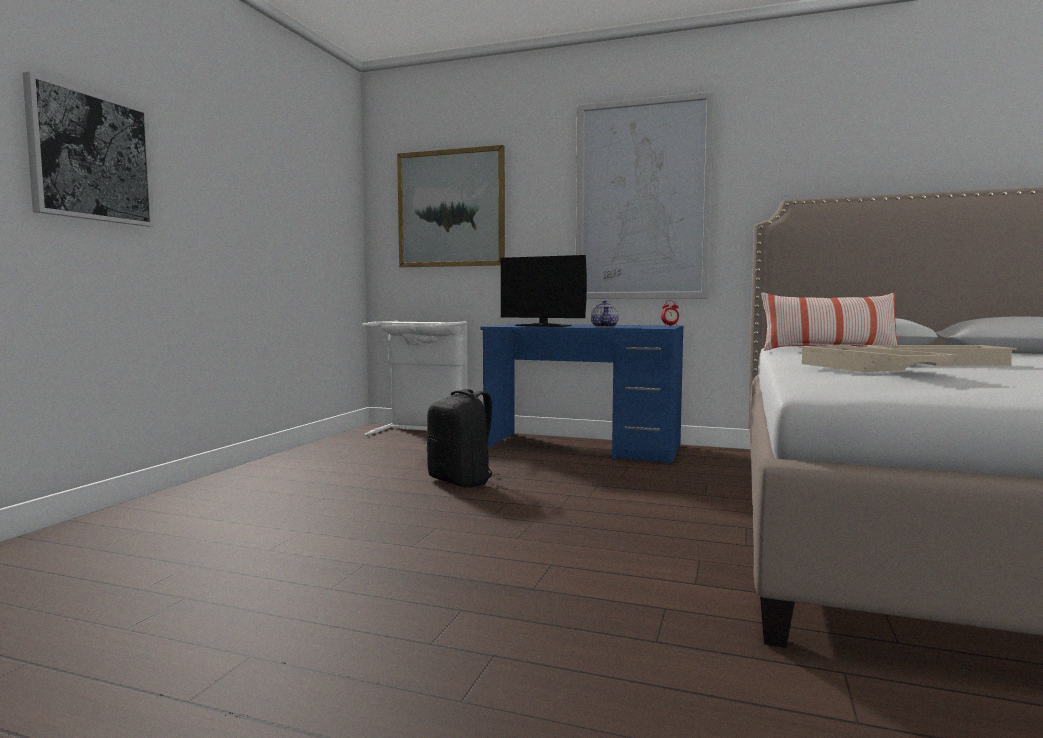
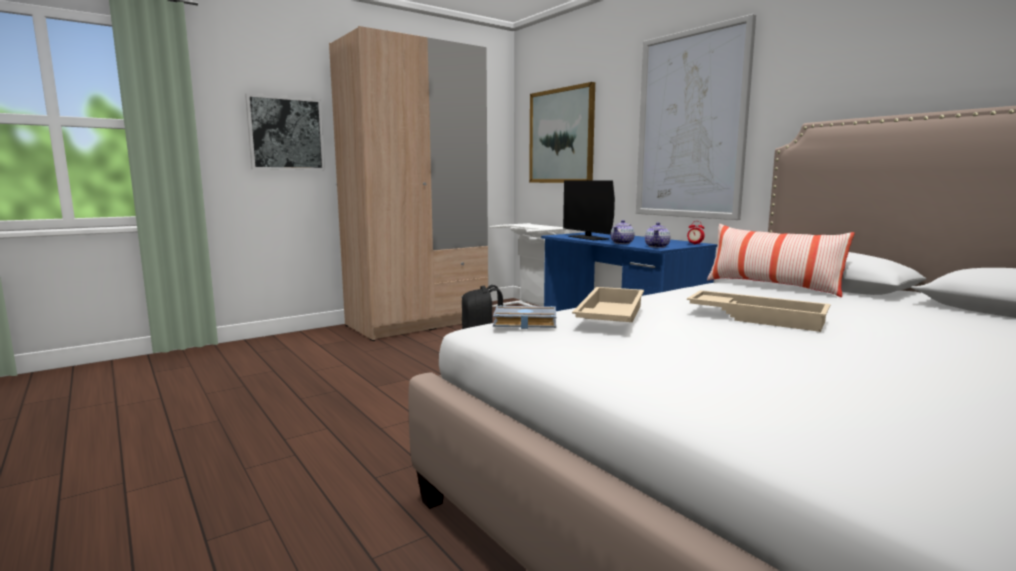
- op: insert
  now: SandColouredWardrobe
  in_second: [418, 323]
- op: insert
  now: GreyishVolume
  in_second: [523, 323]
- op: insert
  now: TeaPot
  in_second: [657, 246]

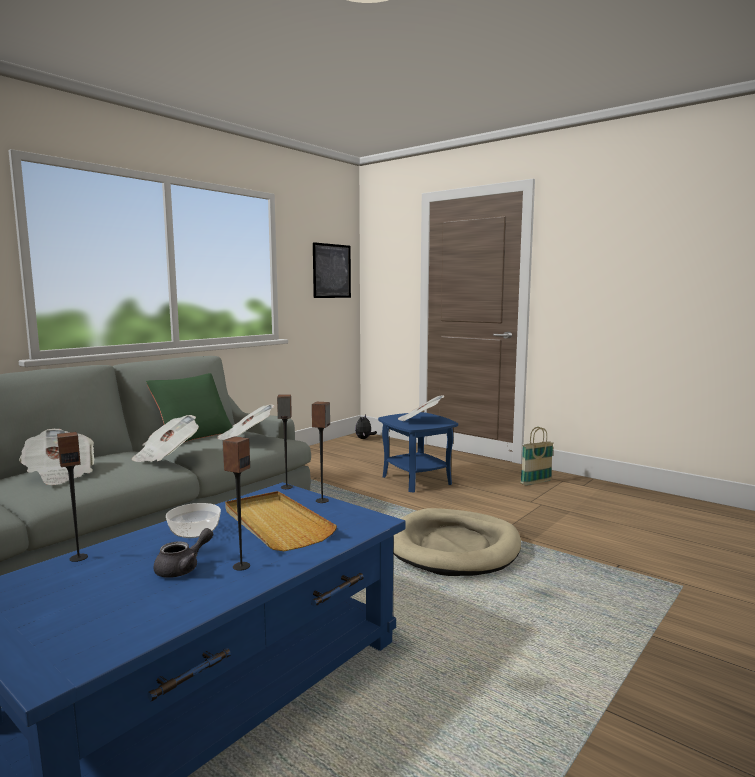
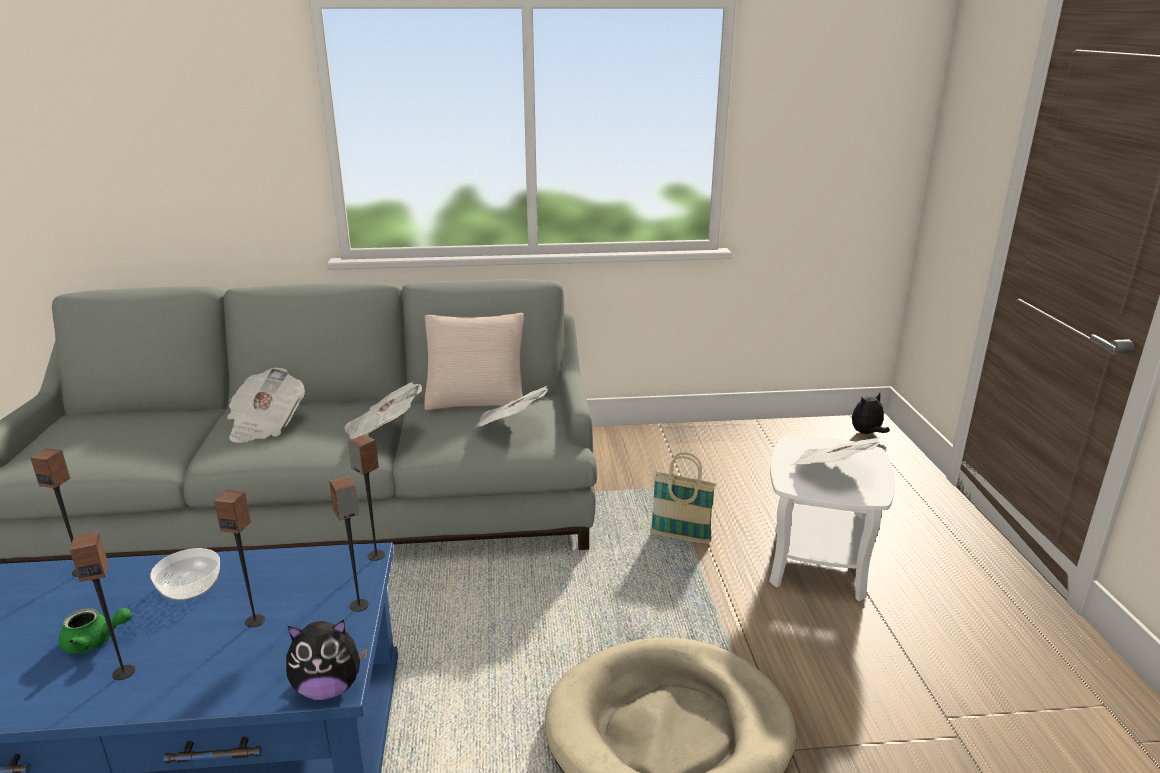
- op: delete
  was: Picture
  in_first: [332, 271]
- op: insert
  now: SoftToy
  in_second: [328, 688]
- op: move
  was: HouseholdBasket
  in_first: [536, 482]
  in_second: [680, 537]
- op: replace
  was: SandColouredServingTray
  now: AudioSpeaker
  in_first: [275, 524]
  in_second: [255, 620]
- op: recolor
  was: GreenishPillow
  now: SandColouredPillow
  in_first: [193, 435]
  in_second: [476, 397]
- op: recolor
  was: GreyishTeaPot
  now: GreenishTeaPot
  in_first: [183, 568]
  in_second: [95, 641]
- op: recolor
  was: BlueColouredSideTable
  now: WhiteSideTable
  in_first: [416, 480]
  in_second: [817, 562]

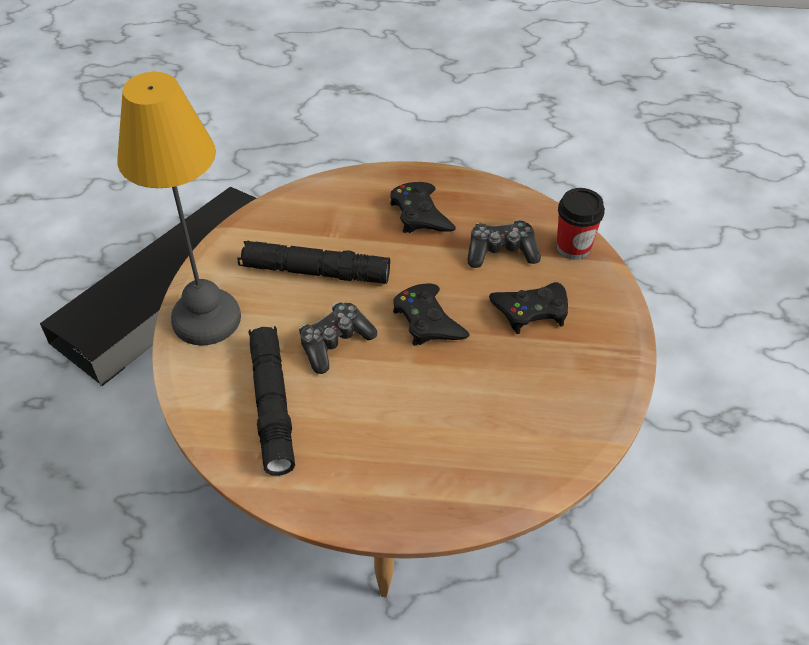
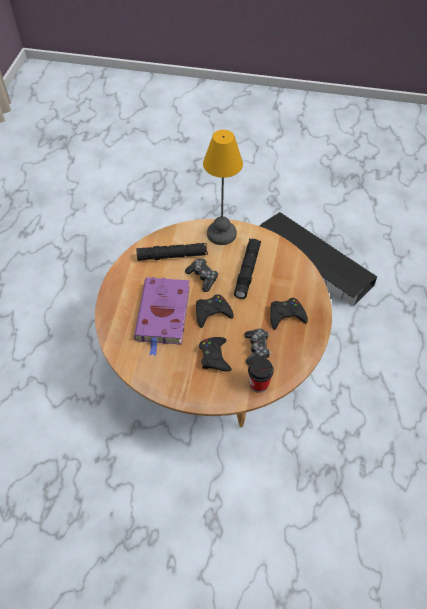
- op: insert
  now: PurpleColouredVolume
  in_second: [163, 315]

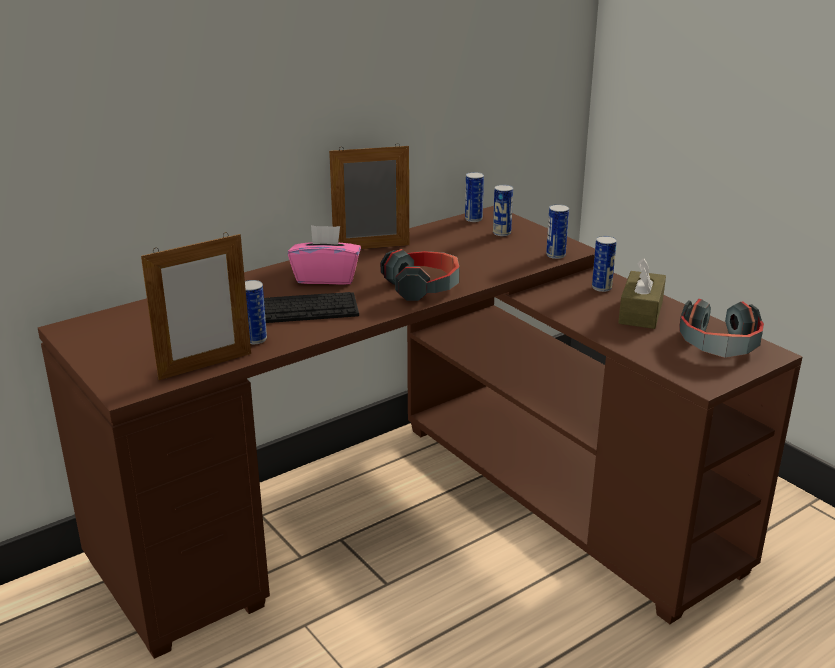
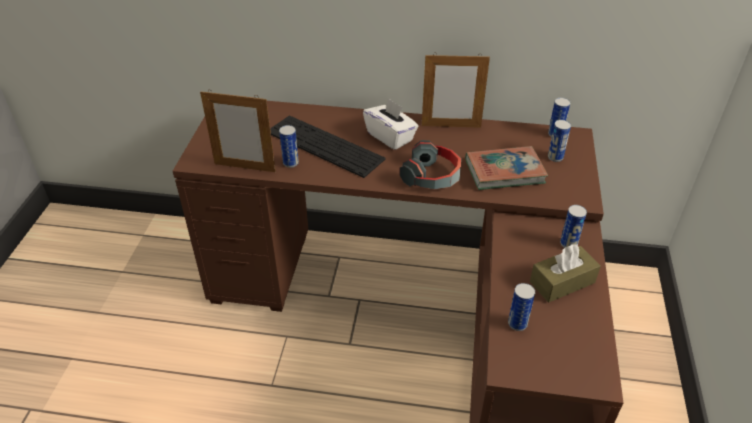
- op: delete
  was: Headset
  in_first: [719, 345]
- op: insert
  now: Volume
  in_second: [504, 172]
- op: move
  was: SealedCan
  in_first: [555, 255]
  in_second: [517, 324]
- op: recolor
  was: PinkColouredTissueBox
  now: WhiteTissueBox
  in_first: [326, 277]
  in_second: [390, 137]
- op: rotate
  was: StandingFrame
  in_first: [371, 248]
  in_second: [451, 126]
  clockwise: 150

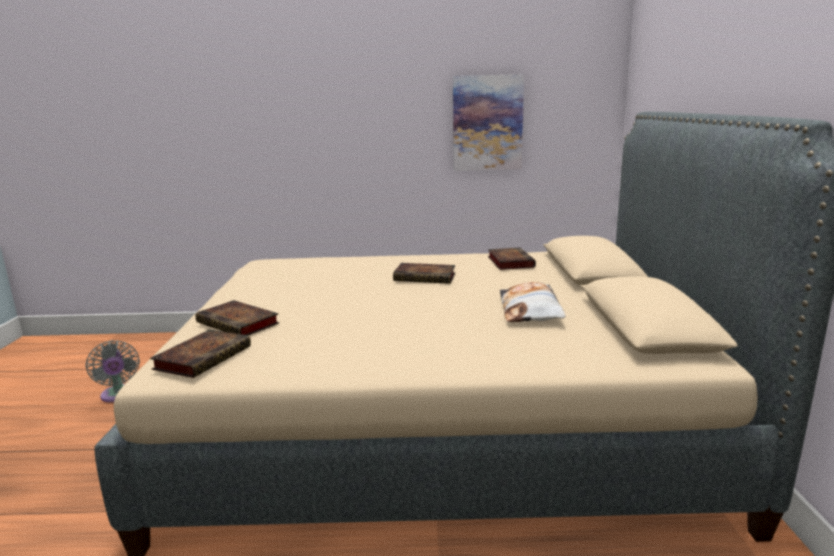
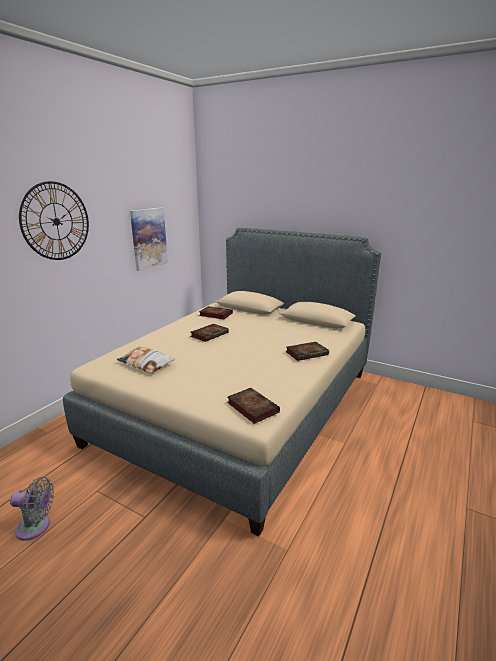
- op: insert
  now: ClockOnTheWall
  in_second: [56, 221]
- op: move
  was: Volume
  in_first: [240, 323]
  in_second: [307, 353]
- op: move
  was: Pillow
  in_first: [530, 310]
  in_second: [146, 363]

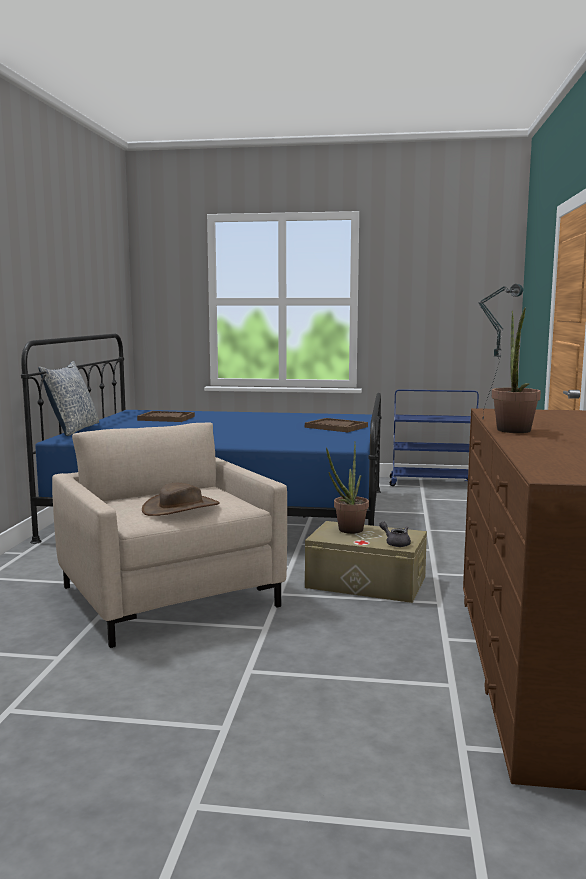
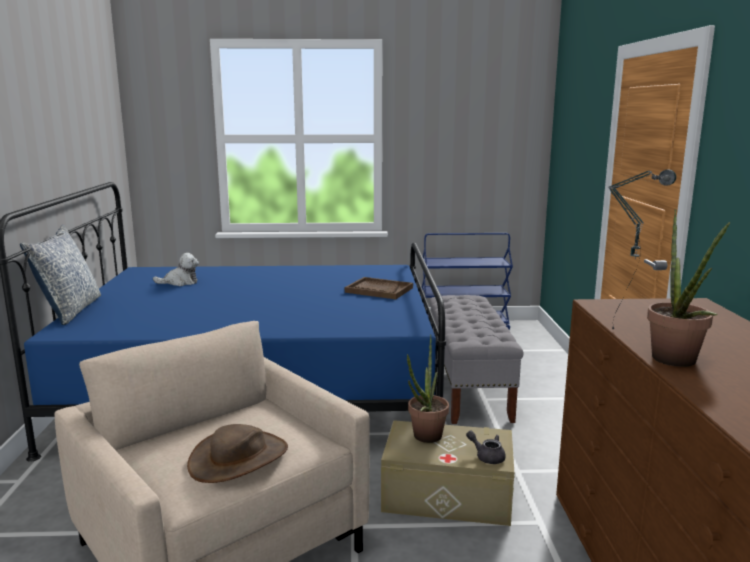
- op: insert
  now: GreyishLongSeat
  in_second: [467, 386]
- op: replace
  was: BrownishServingTray
  now: SoftToy
  in_first: [166, 418]
  in_second: [180, 282]

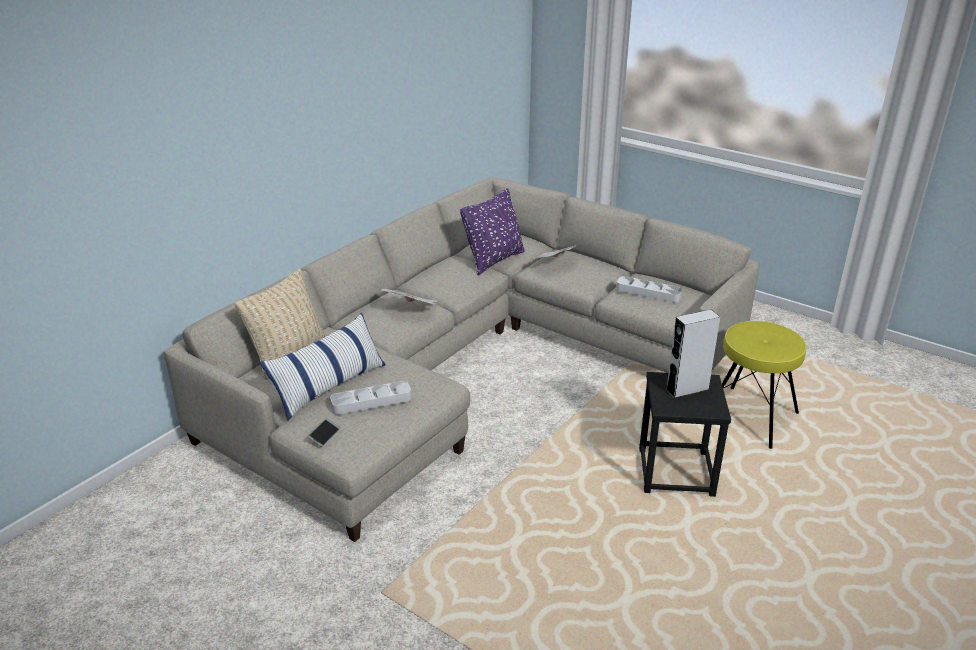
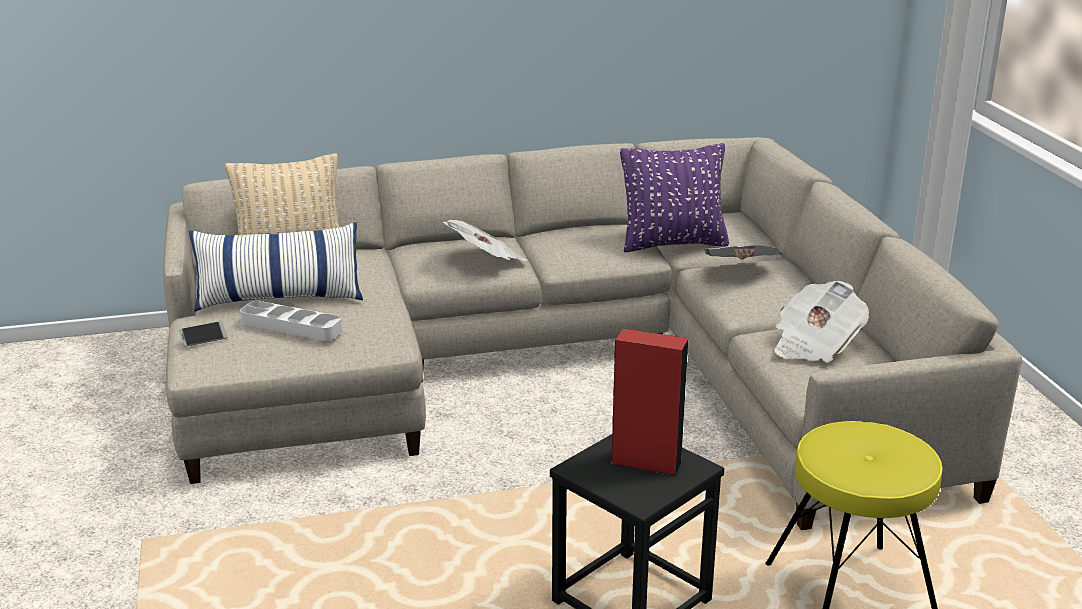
- op: replace
  was: GreyishServingTray
  now: PrintedPaper
  in_first: [648, 292]
  in_second: [814, 345]
- op: recolor
  was: GreyishAudioSpeaker
  now: ReddishAudioSpeaker
  in_first: [687, 389]
  in_second: [646, 463]

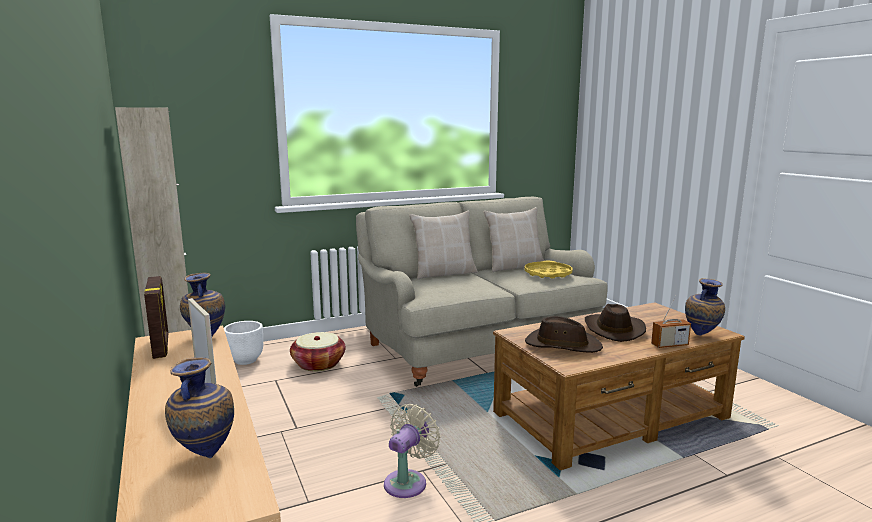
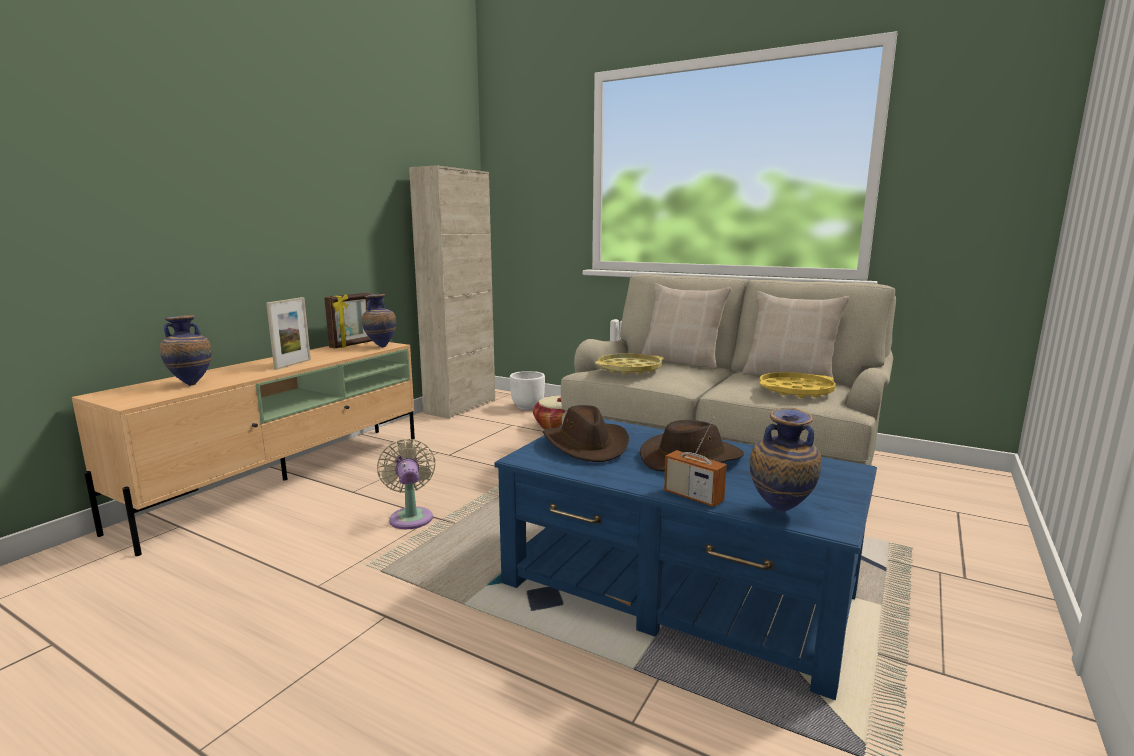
- op: insert
  now: YellowServingTray
  in_second: [629, 369]
- op: recolor
  was: BrownishCoffeeTable
  now: BlueColouredCoffeeTable
  in_first: [612, 415]
  in_second: [678, 588]
- op: rotate
  was: SandColouredElectricFan
  in_first: [408, 481]
  in_second: [411, 516]
  clockwise: -105

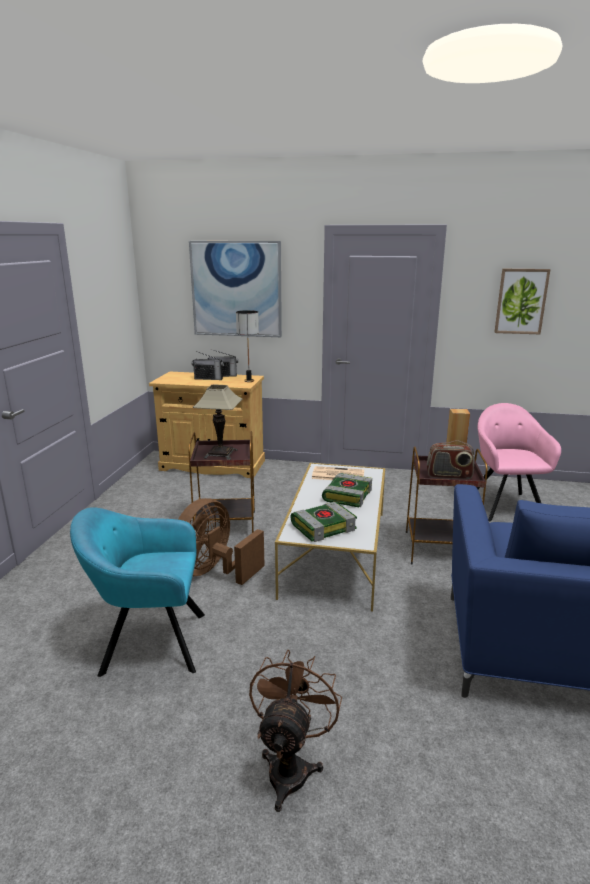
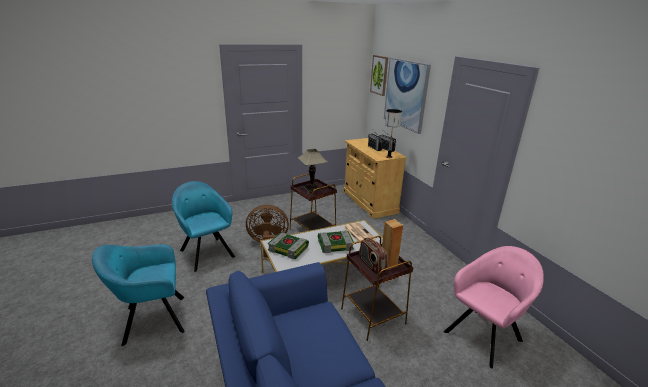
- op: move
  was: Picture
  in_first: [521, 301]
  in_second: [379, 75]
- op: replace
  was: BrownishElectricFan
  now: TurquoiseEasyChair
  in_first: [291, 766]
  in_second: [151, 320]

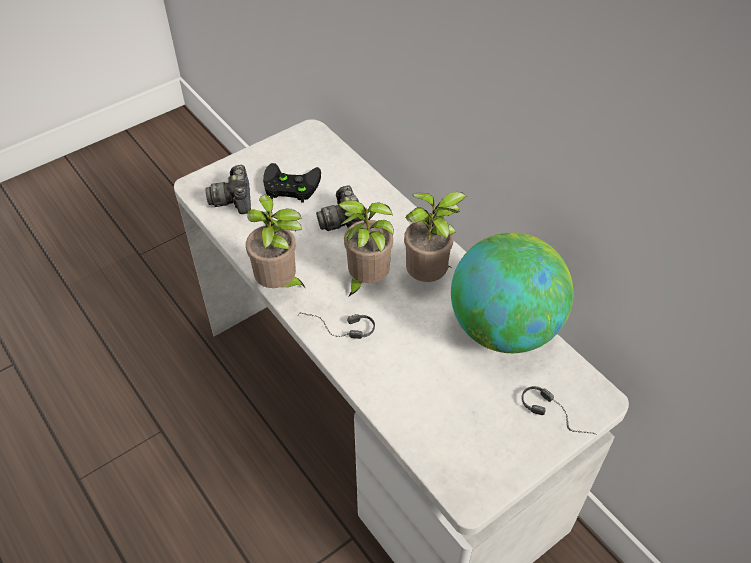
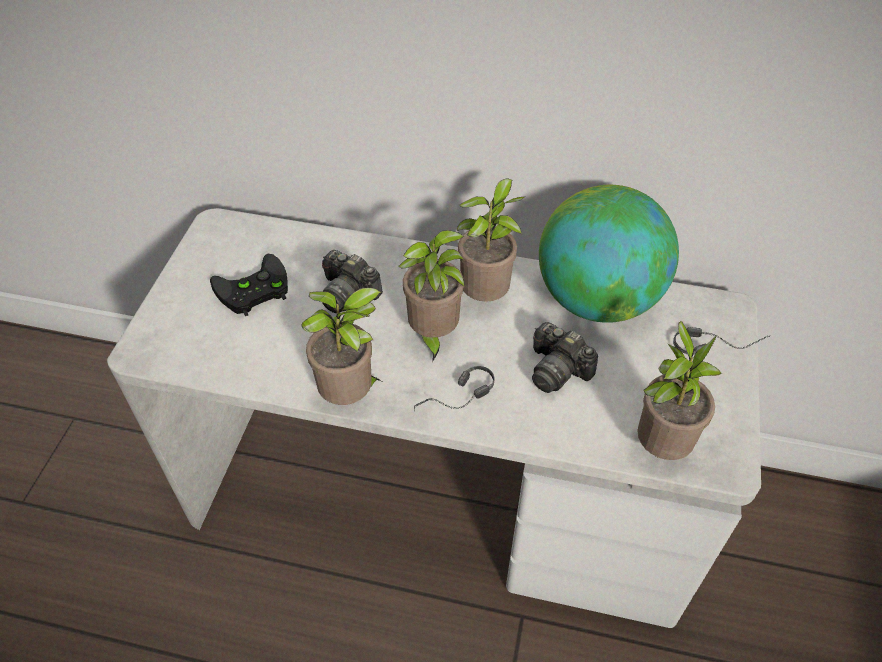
- op: insert
  now: Houseplant
  in_second: [660, 445]
- op: move
  was: PhotoCamera
  in_first: [234, 199]
  in_second: [557, 370]

